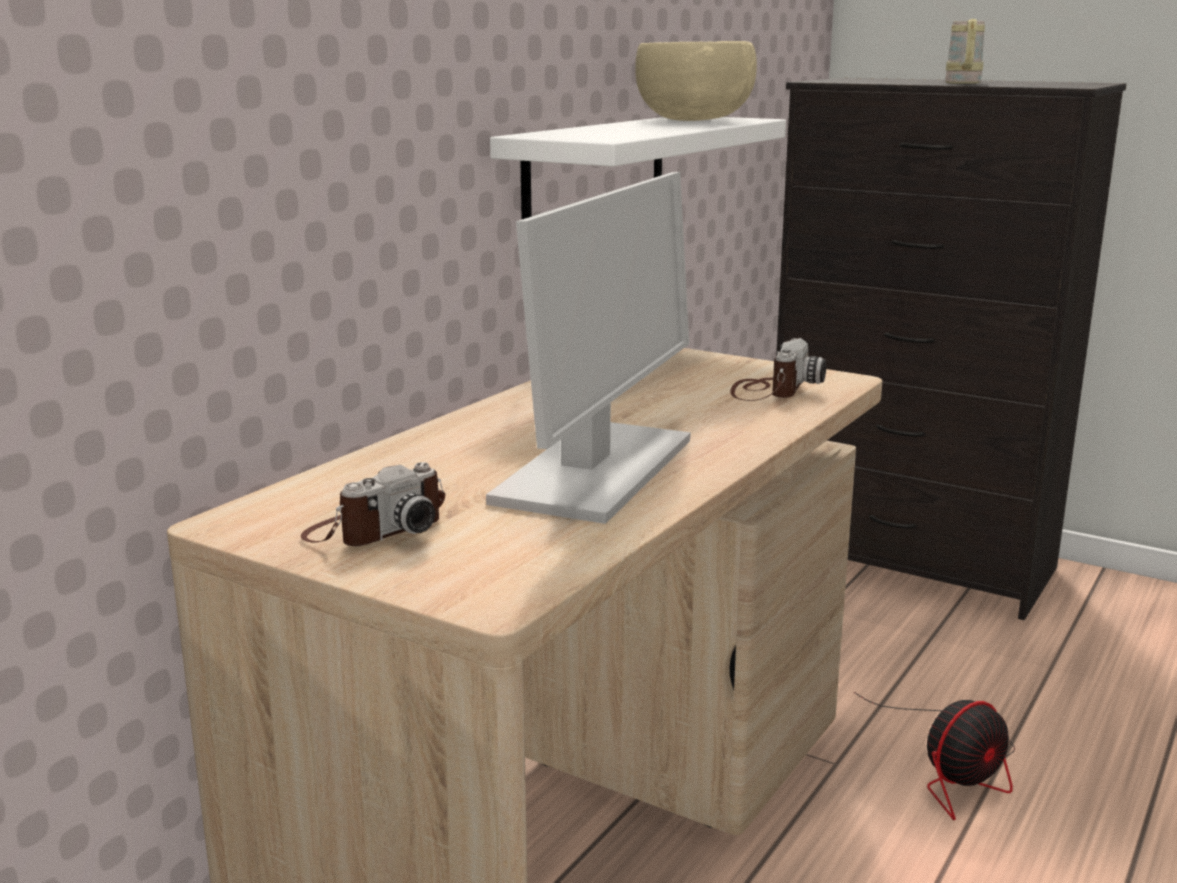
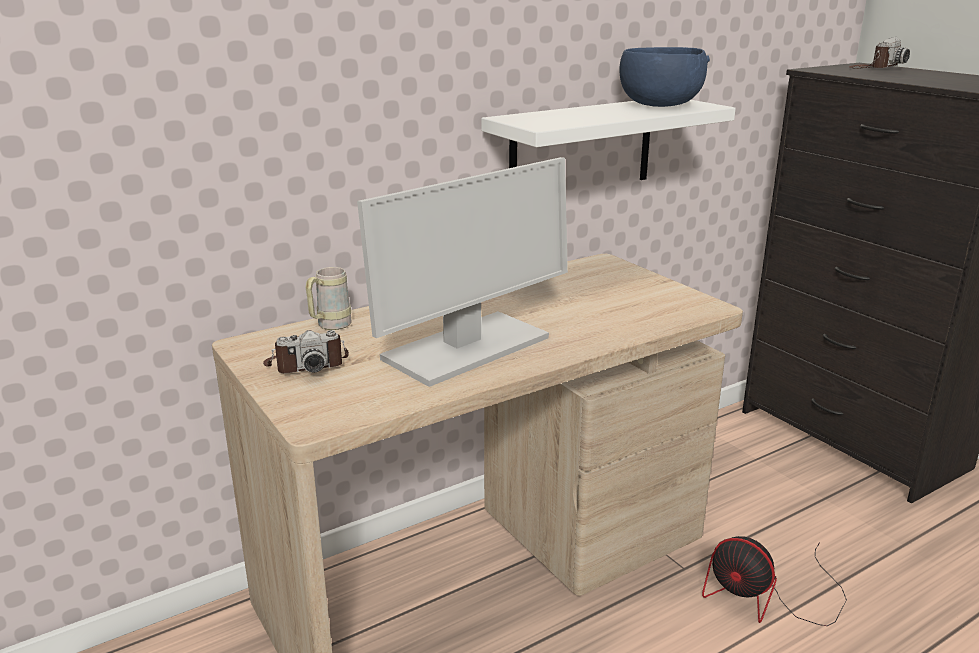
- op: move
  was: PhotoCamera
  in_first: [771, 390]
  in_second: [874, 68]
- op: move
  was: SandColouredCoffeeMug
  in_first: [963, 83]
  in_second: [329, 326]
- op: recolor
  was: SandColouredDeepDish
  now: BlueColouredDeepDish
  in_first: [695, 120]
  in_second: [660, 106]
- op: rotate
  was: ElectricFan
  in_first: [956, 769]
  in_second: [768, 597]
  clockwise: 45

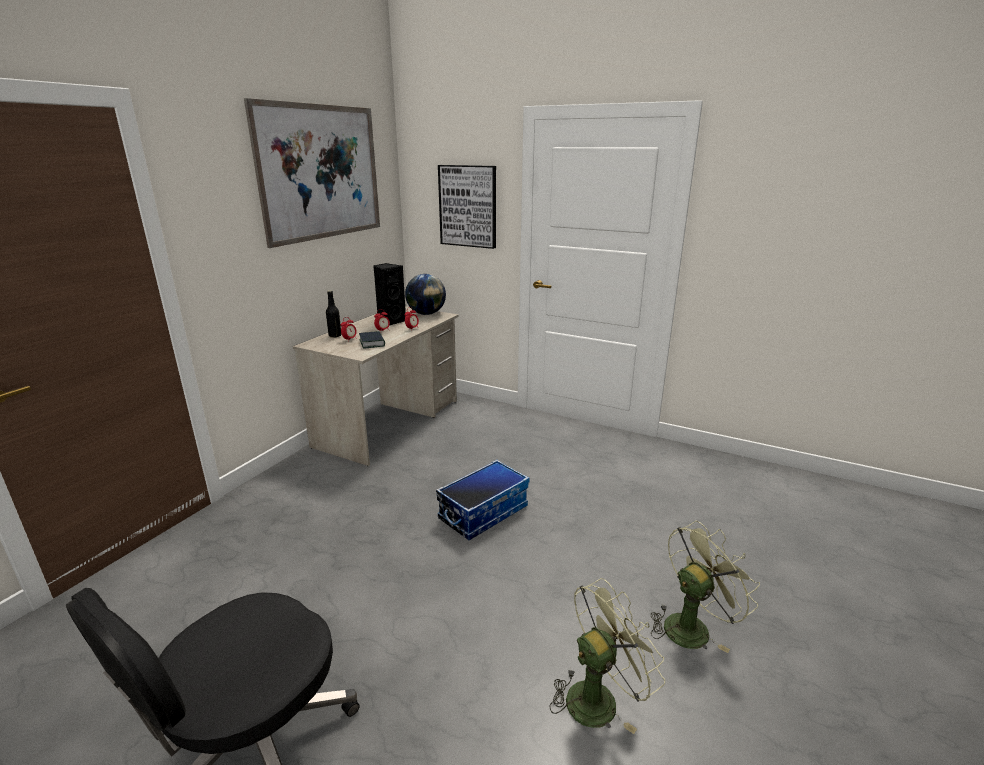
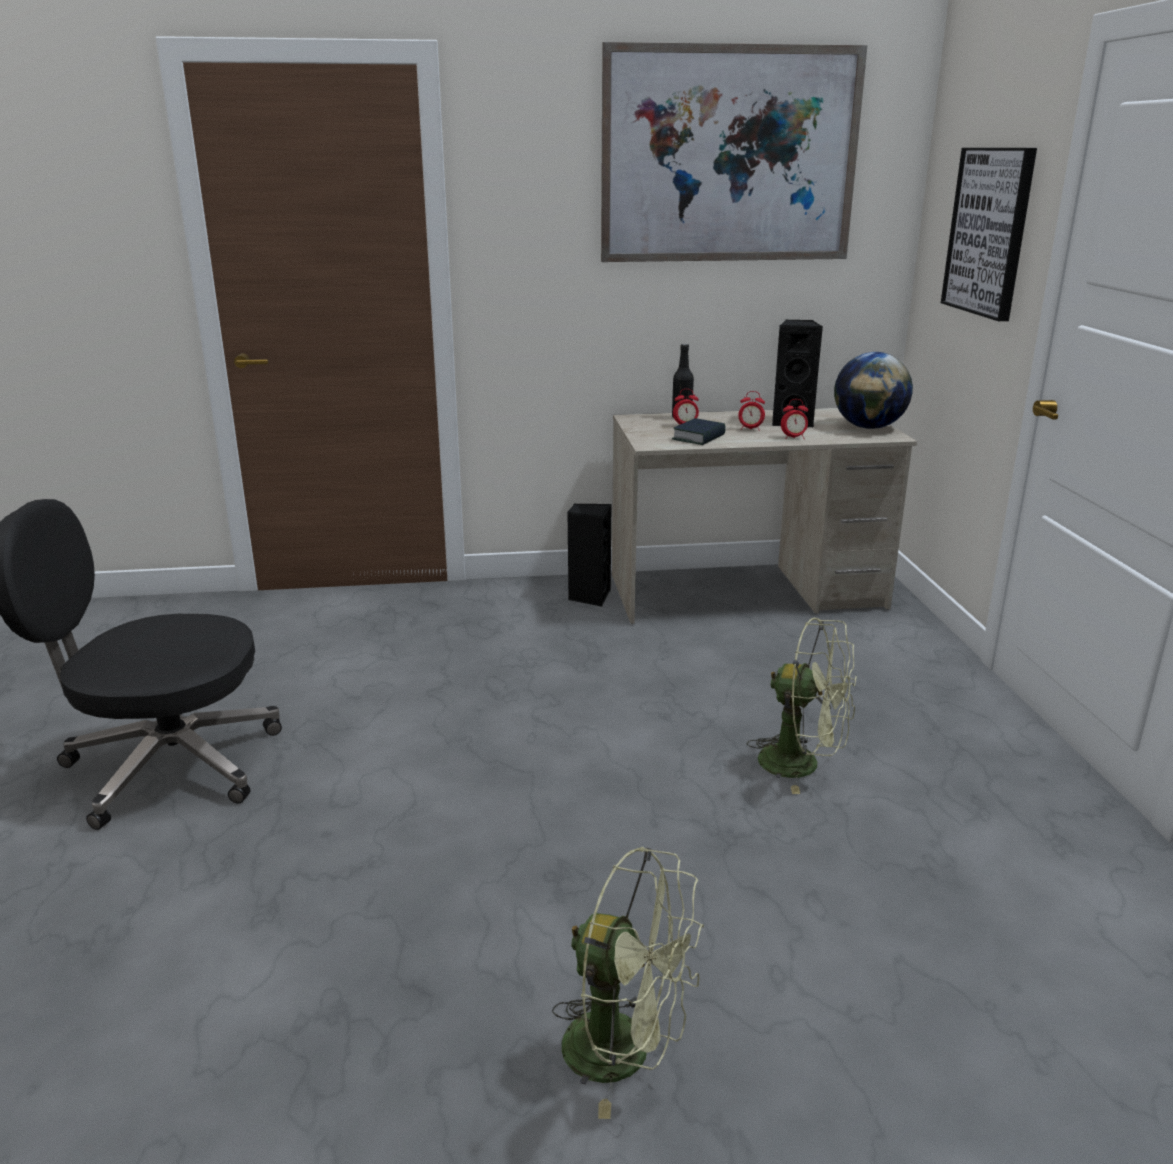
- op: delete
  was: StorageBox
  in_first: [483, 512]
- op: insert
  now: BlackColouredAudioSpeaker
  in_second: [589, 596]
- op: move
  was: GreenishElectricFan
  in_first: [599, 697]
  in_second: [802, 764]

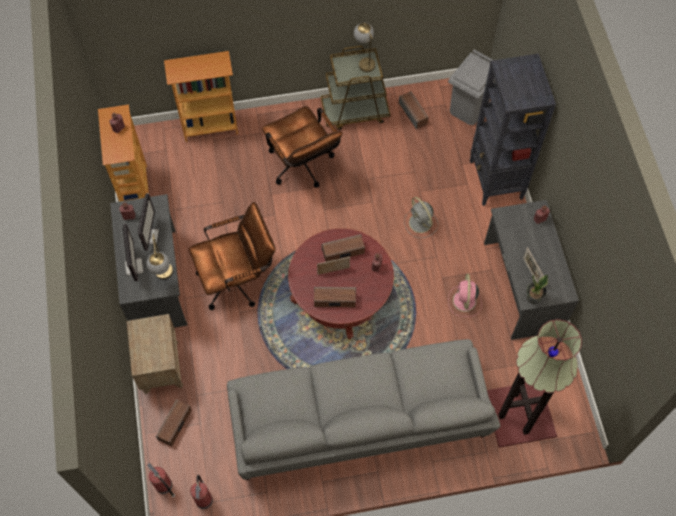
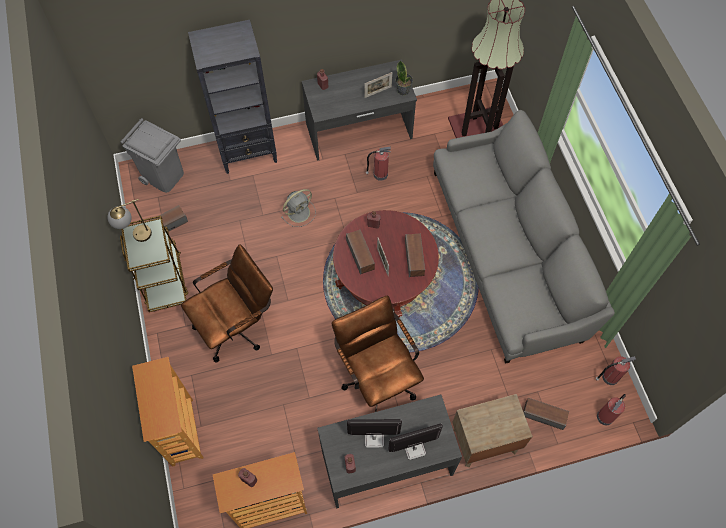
- op: delete
  was: LampForATable
  in_first: [164, 277]
- op: replace
  was: PinkColouredElectricFan
  now: FireFightingCylinder
  in_first: [464, 301]
  in_second: [379, 174]

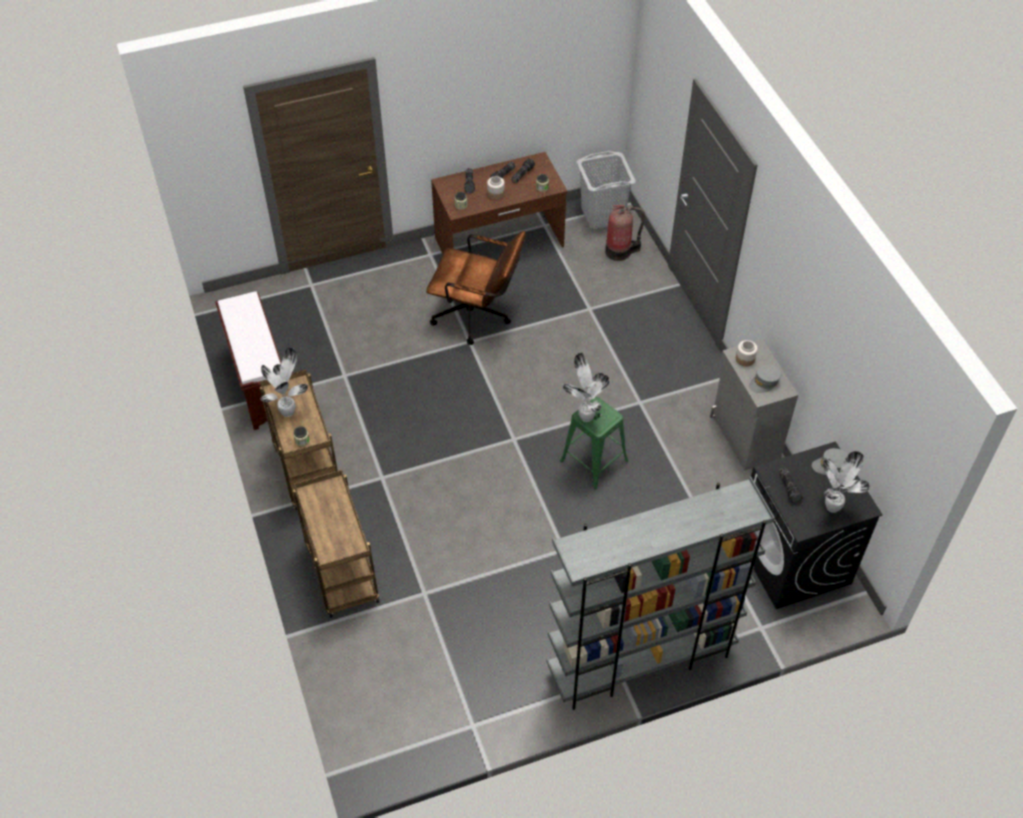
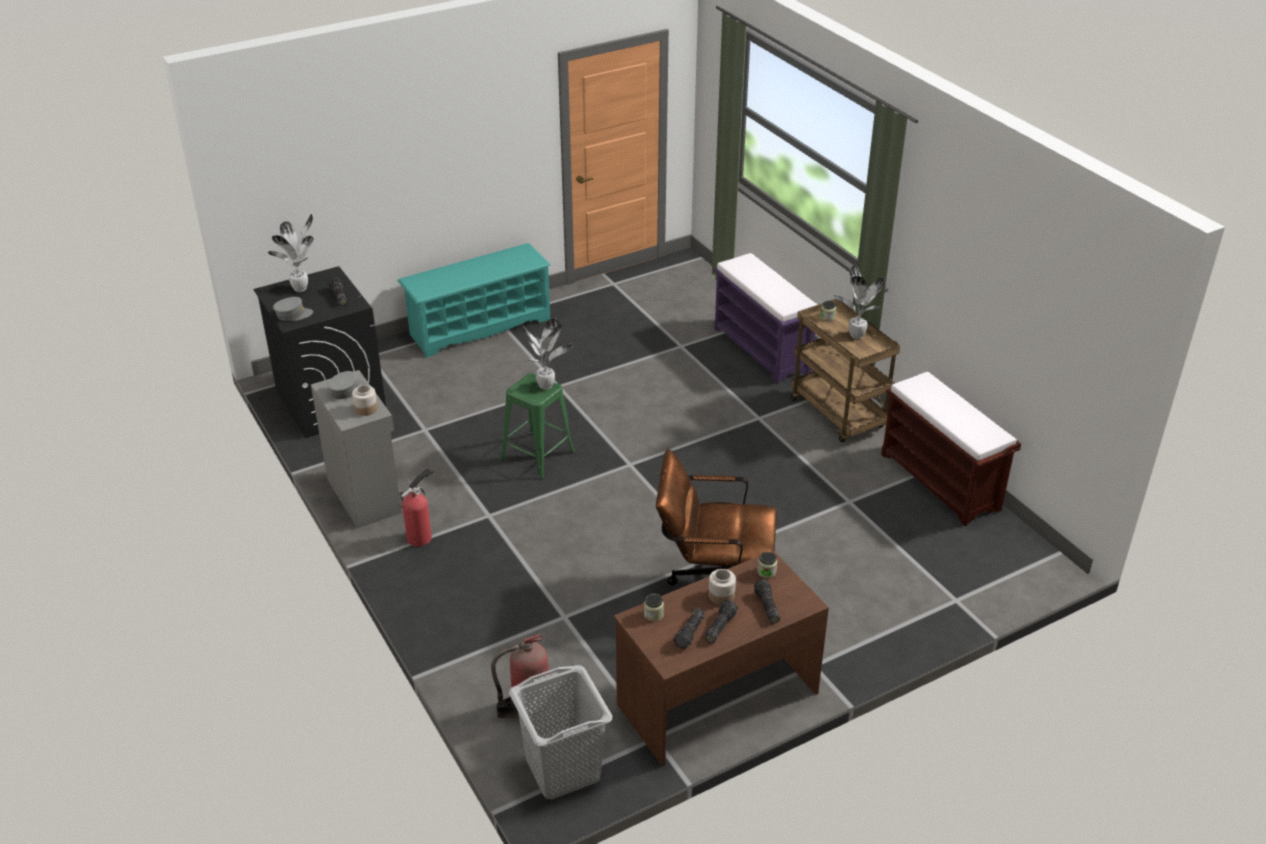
- op: insert
  now: FireFightingCylinder
  in_second: [421, 536]
- op: replace
  was: BrownishTrolley
  now: PurpleColouredLongSeat
  in_first: [340, 573]
  in_second: [763, 350]
- op: replace
  was: GreyishShelvingUnit
  now: TurquoiseShoeRack
  in_first: [640, 662]
  in_second: [479, 327]

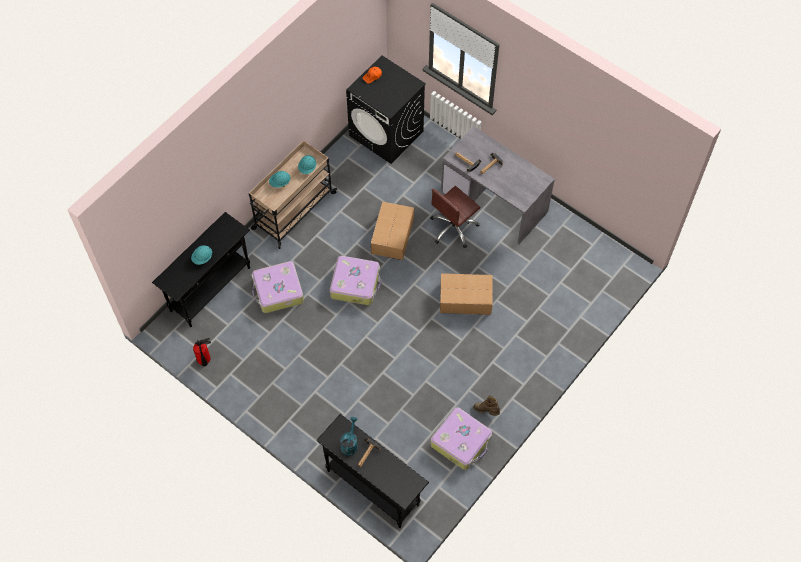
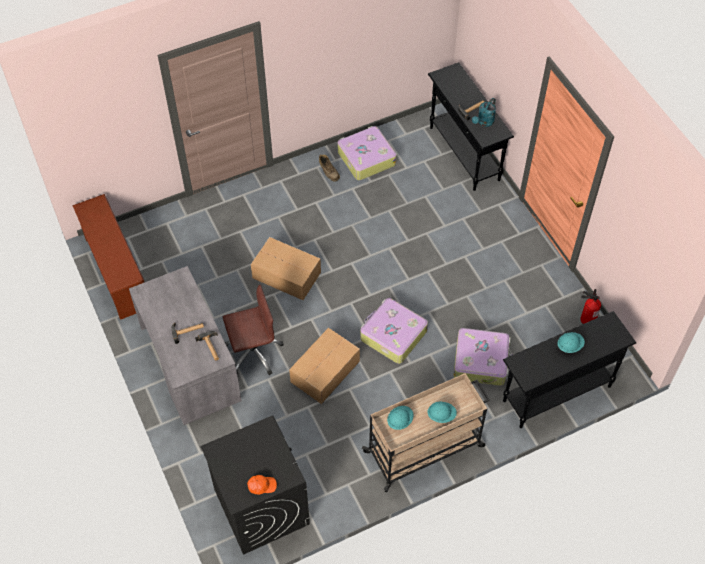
- op: insert
  now: BrownishShoeRack
  in_second: [116, 273]

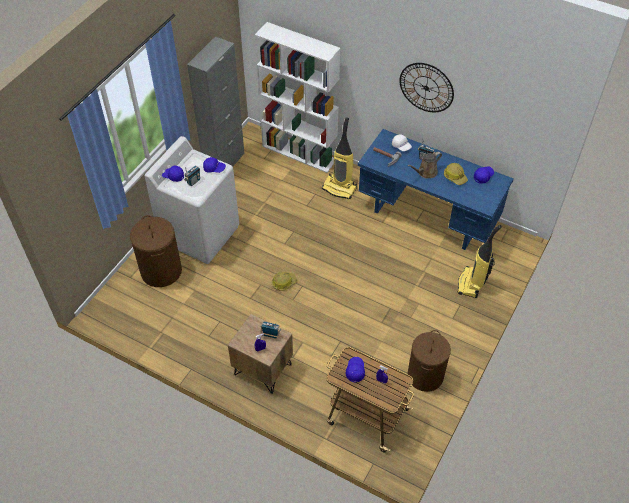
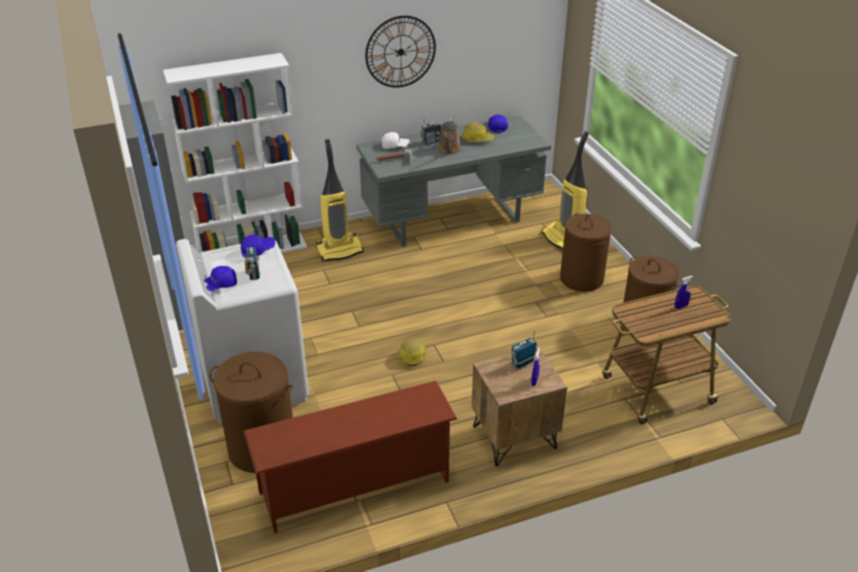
- op: delete
  was: BlueColouredBaseballCap
  in_first: [355, 371]
- op: insert
  now: BrownishShoeRack
  in_second: [355, 488]
- op: insert
  now: BrownishWashingBasket
  in_second: [581, 279]
- op: recolor
  was: BlueColouredDesk
  now: GreyishDesk
  in_first: [428, 217]
  in_second: [452, 220]

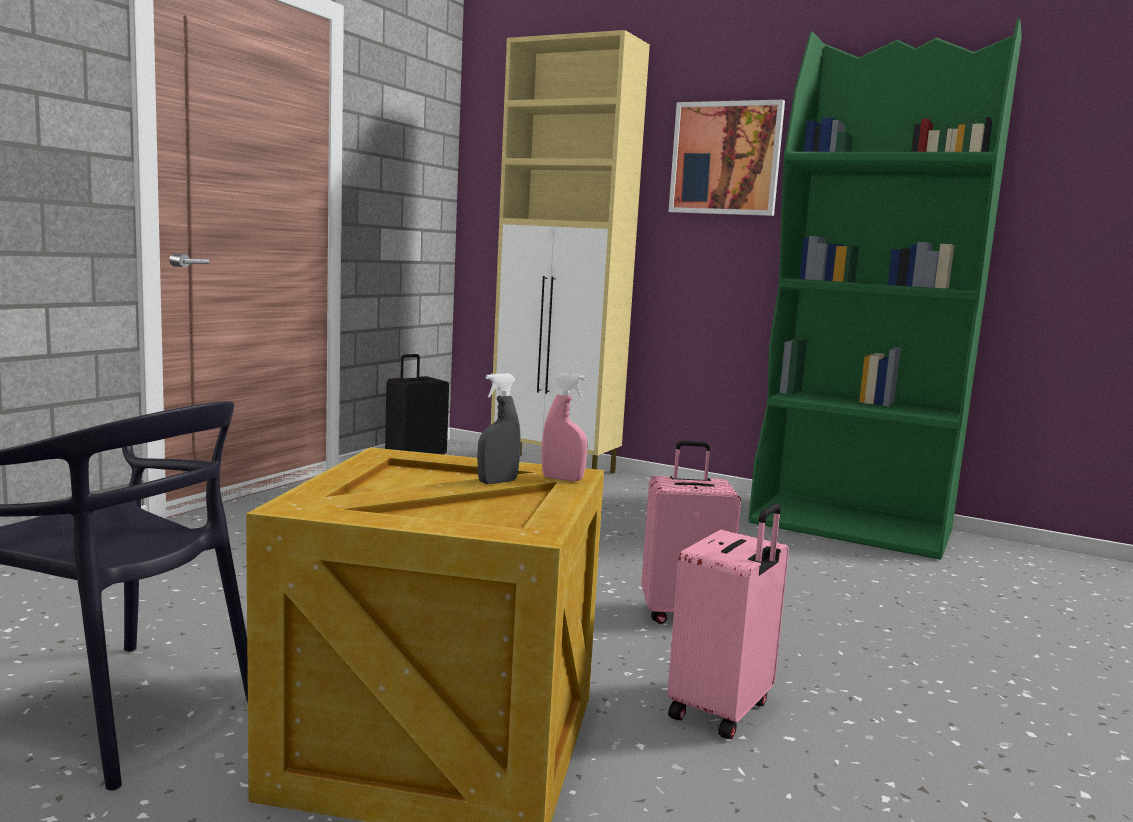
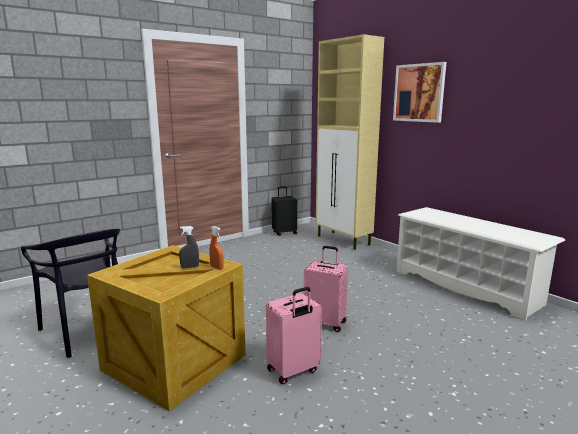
- op: replace
  was: GreenishShelvingUnit
  now: WhiteShoeRack
  in_first: [852, 527]
  in_second: [466, 287]
- op: recolor
  was: PinkColouredHandSprayer
  now: OrangeColouredHandSprayer
  in_first: [562, 479]
  in_second: [217, 268]

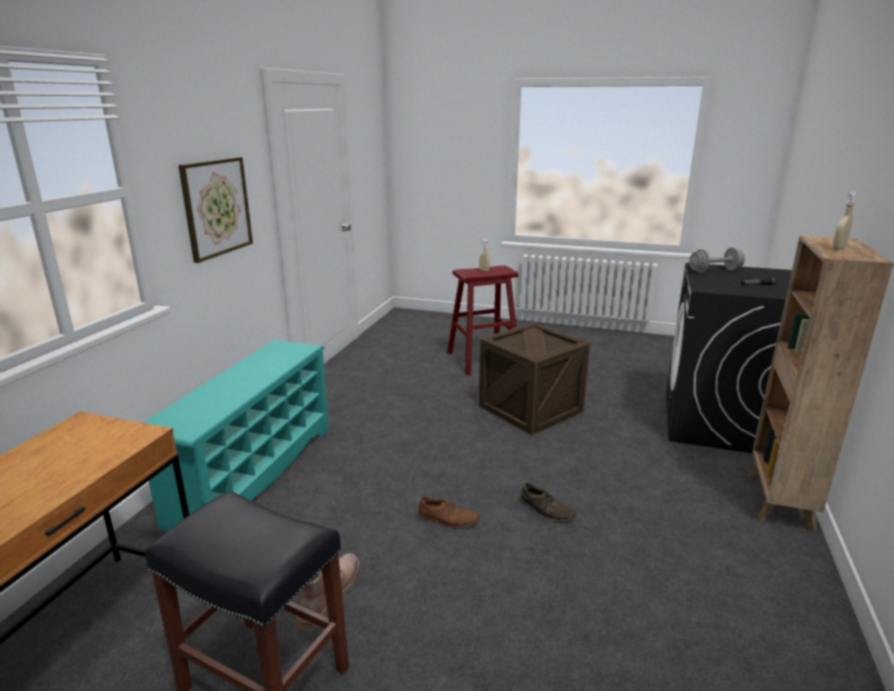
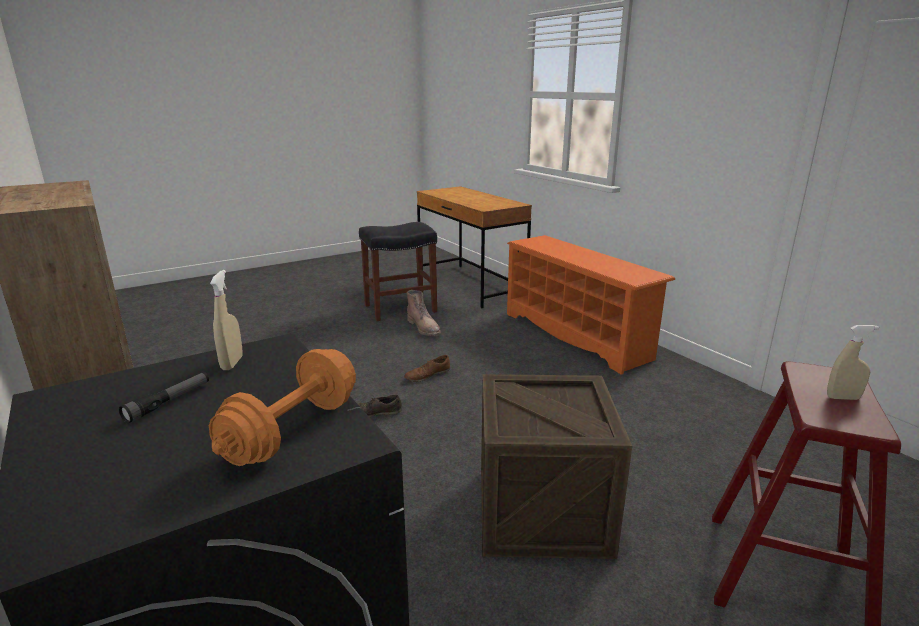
- op: delete
  was: Picture
  in_first: [216, 207]
- op: move
  was: SandColouredHandSprayer
  in_first: [838, 248]
  in_second: [232, 363]
- op: recolor
  was: TurquoiseShoeRack
  now: OrangeColouredShoeRack
  in_first: [253, 473]
  in_second: [577, 335]
- op: recolor
  was: GreyishDumbbell
  now: OrangeColouredDumbbell
  in_first: [715, 271]
  in_second: [292, 430]

